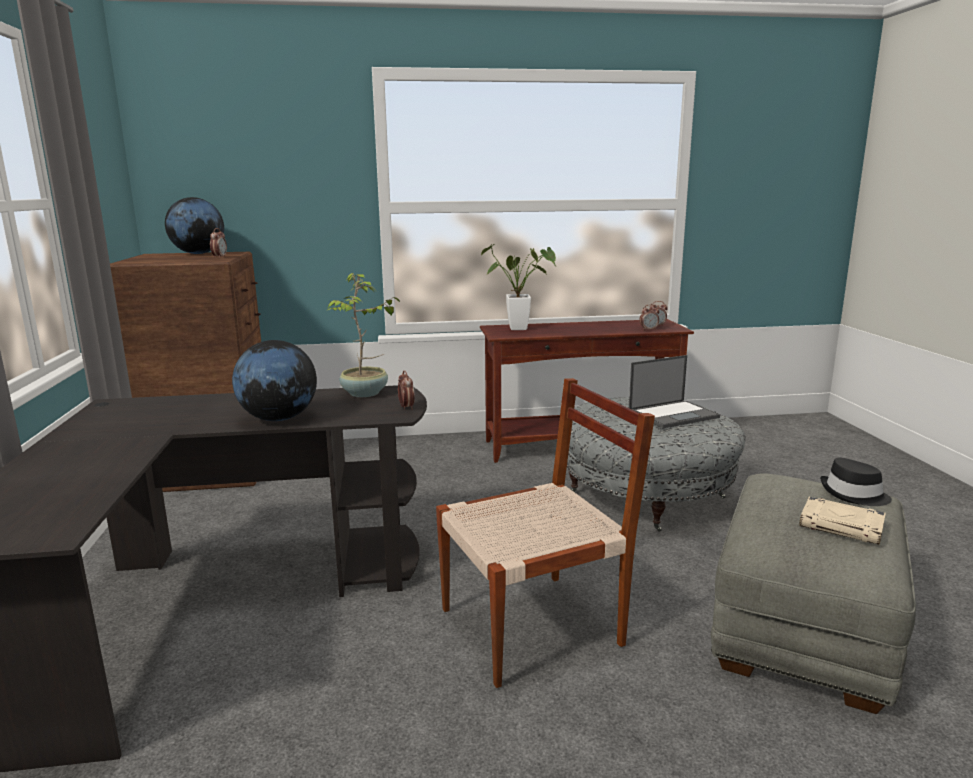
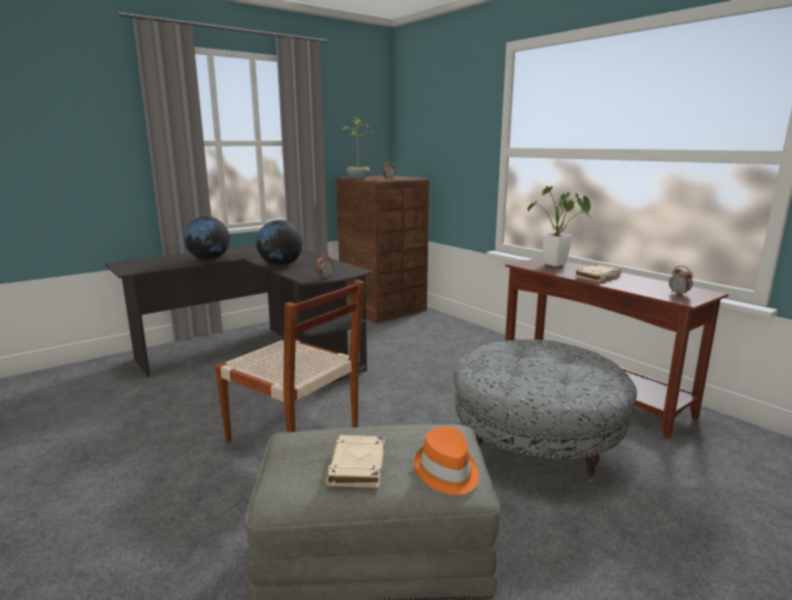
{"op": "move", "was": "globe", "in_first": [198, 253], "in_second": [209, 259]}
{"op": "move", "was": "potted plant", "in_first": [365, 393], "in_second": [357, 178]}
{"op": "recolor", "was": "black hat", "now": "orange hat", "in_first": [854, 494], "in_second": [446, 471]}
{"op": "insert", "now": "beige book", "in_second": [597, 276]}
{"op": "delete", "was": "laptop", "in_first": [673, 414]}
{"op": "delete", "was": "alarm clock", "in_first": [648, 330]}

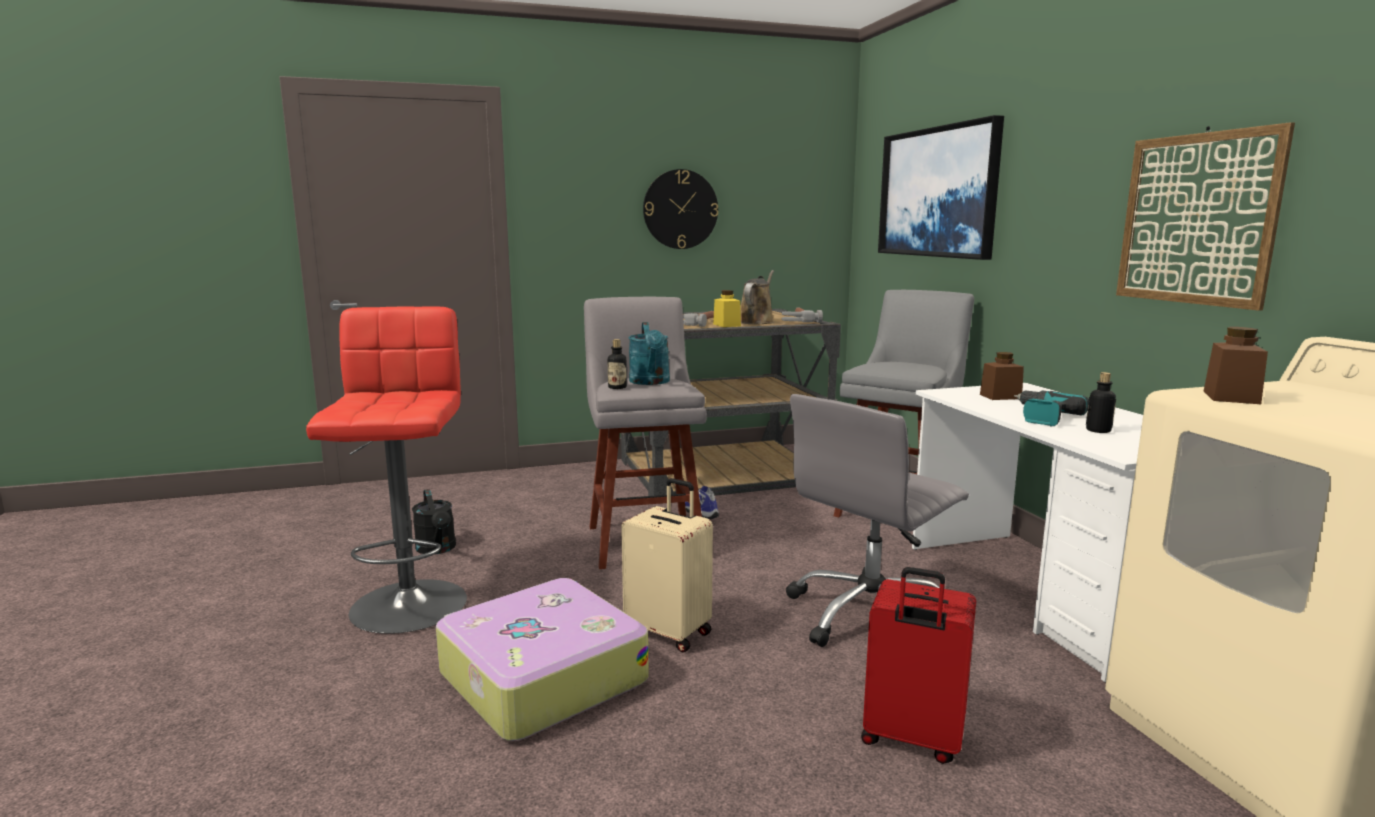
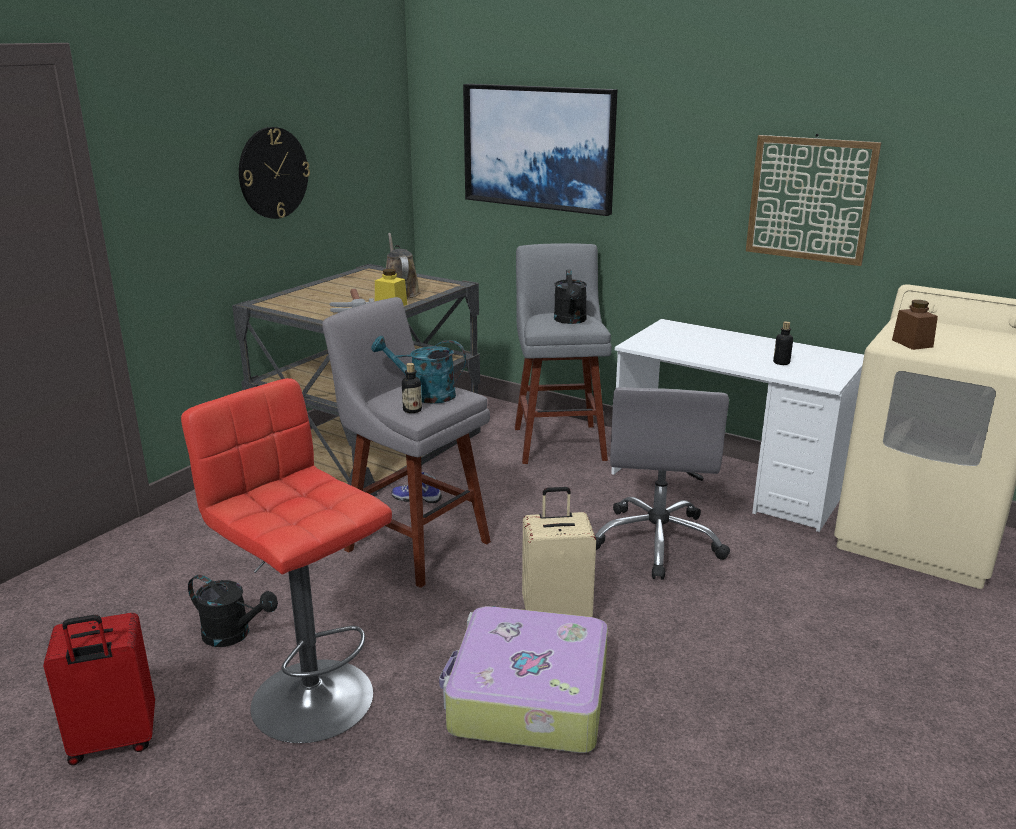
{"op": "move", "was": "red suitcase", "in_first": [911, 739], "in_second": [113, 742]}
{"op": "rotate", "was": "turquoise watering can", "in_first": [650, 382], "in_second": [424, 395], "clockwise": 150}
{"op": "insert", "now": "black watering can", "in_second": [570, 321]}
{"op": "delete", "was": "hammer", "in_first": [797, 320]}
{"op": "delete", "was": "brown jar", "in_first": [1000, 396]}
{"op": "delete", "was": "power drill", "in_first": [1043, 417]}

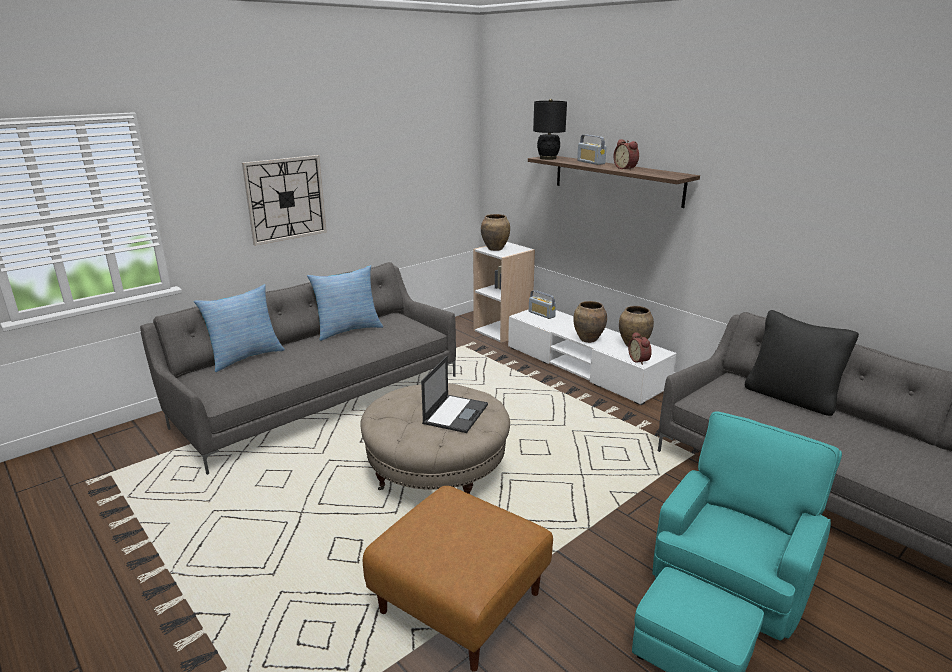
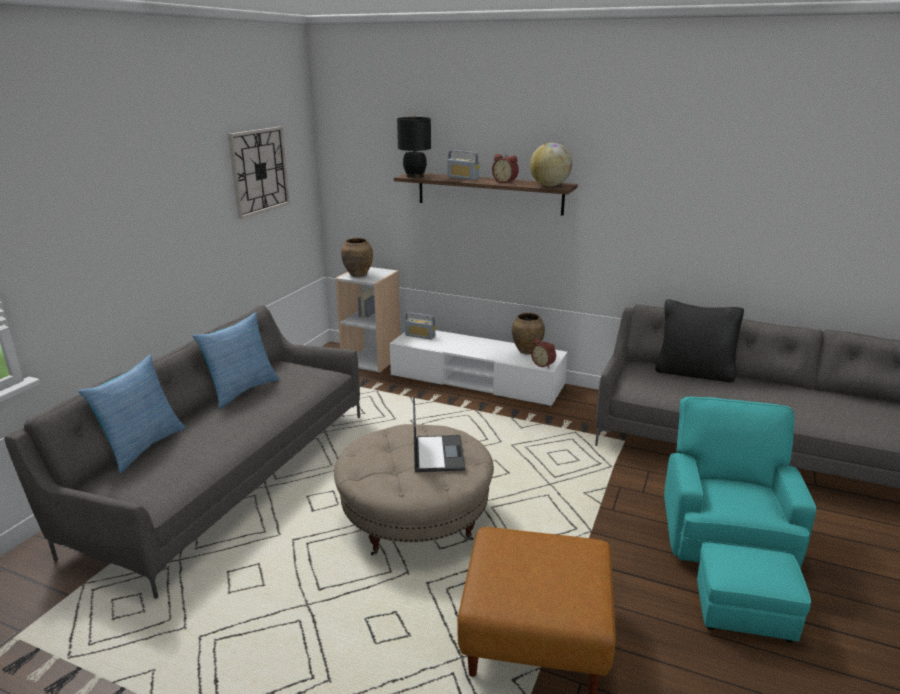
{"op": "move", "was": "wall clock", "in_first": [285, 199], "in_second": [259, 171]}
{"op": "insert", "now": "globe", "in_second": [549, 185]}
{"op": "delete", "was": "brown vase", "in_first": [588, 339]}

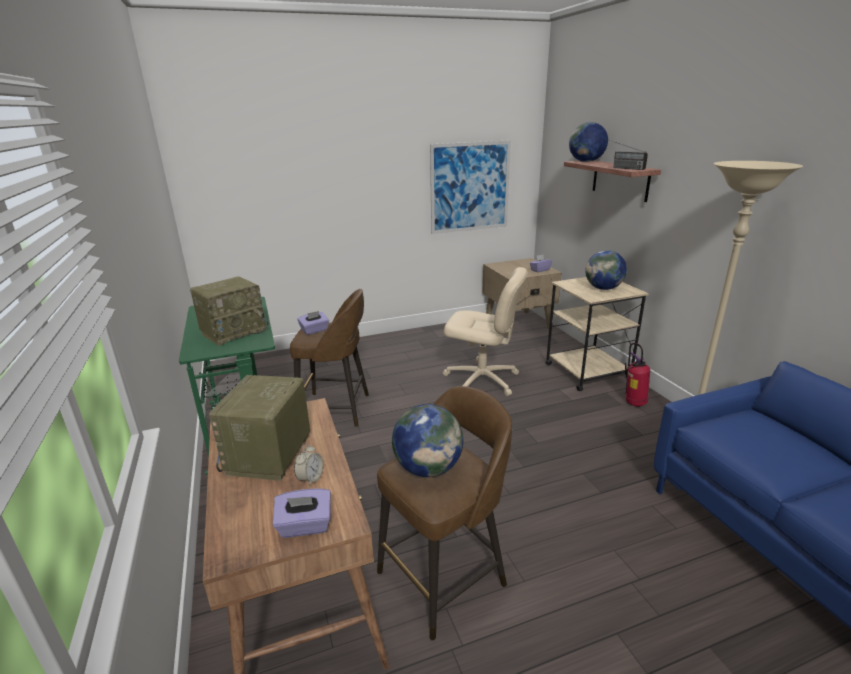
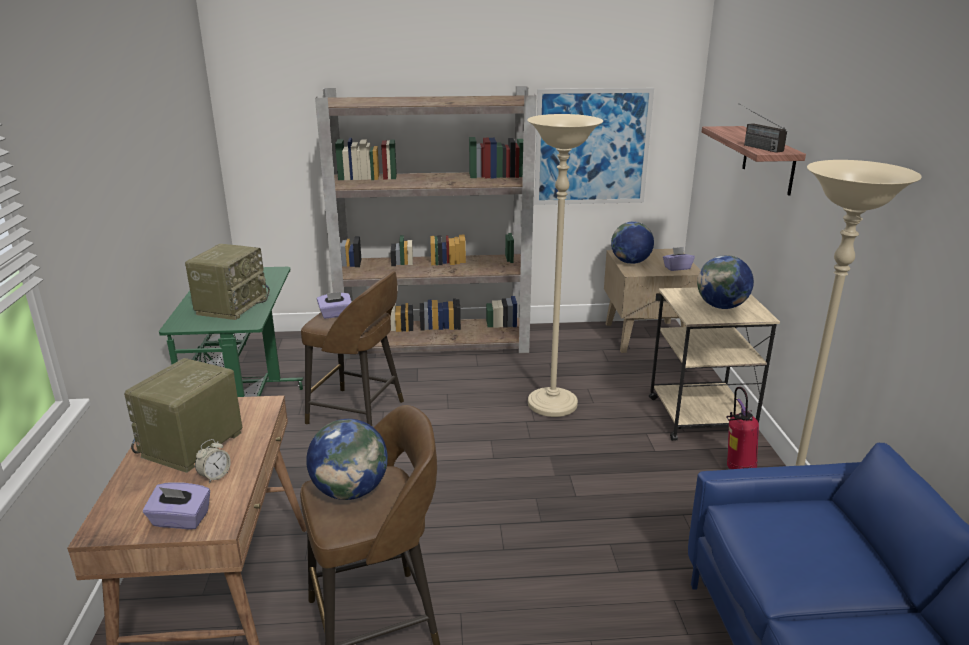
{"op": "rotate", "was": "radio", "in_first": [234, 331], "in_second": [231, 305], "clockwise": -45}
{"op": "insert", "now": "brown bookcase", "in_second": [434, 342]}
{"op": "replace", "was": "beige office chair", "now": "beige floor lamp", "in_first": [482, 380], "in_second": [552, 405]}
{"op": "move", "was": "globe", "in_first": [586, 161], "in_second": [630, 262]}

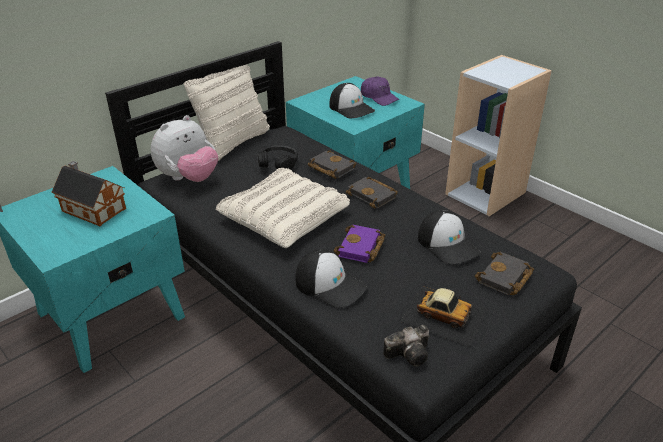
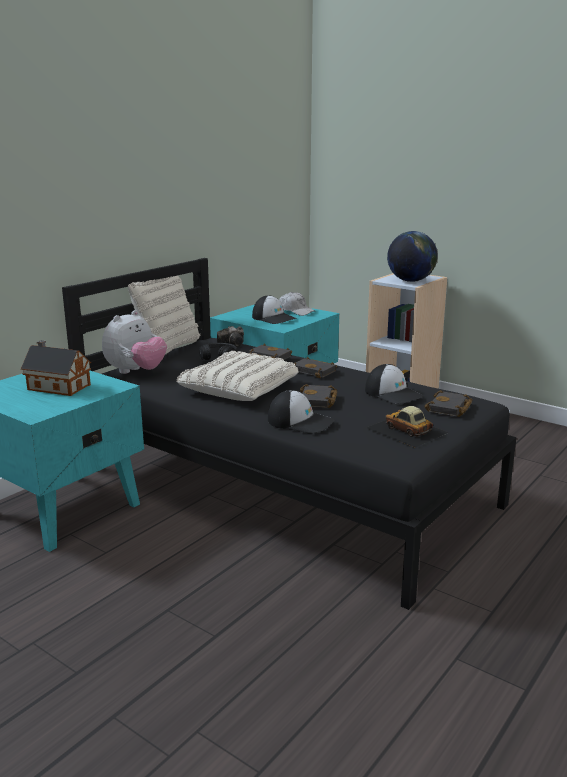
{"op": "move", "was": "photo camera", "in_first": [410, 353], "in_second": [233, 344]}
{"op": "recolor", "was": "purple cap", "now": "white cap", "in_first": [379, 97], "in_second": [296, 311]}
{"op": "recolor", "was": "purple book", "now": "black book", "in_first": [361, 248], "in_second": [318, 401]}
{"op": "rotate", "was": "toy car", "in_first": [444, 314], "in_second": [407, 430], "clockwise": -150}
{"op": "insert", "now": "globe", "in_second": [410, 281]}

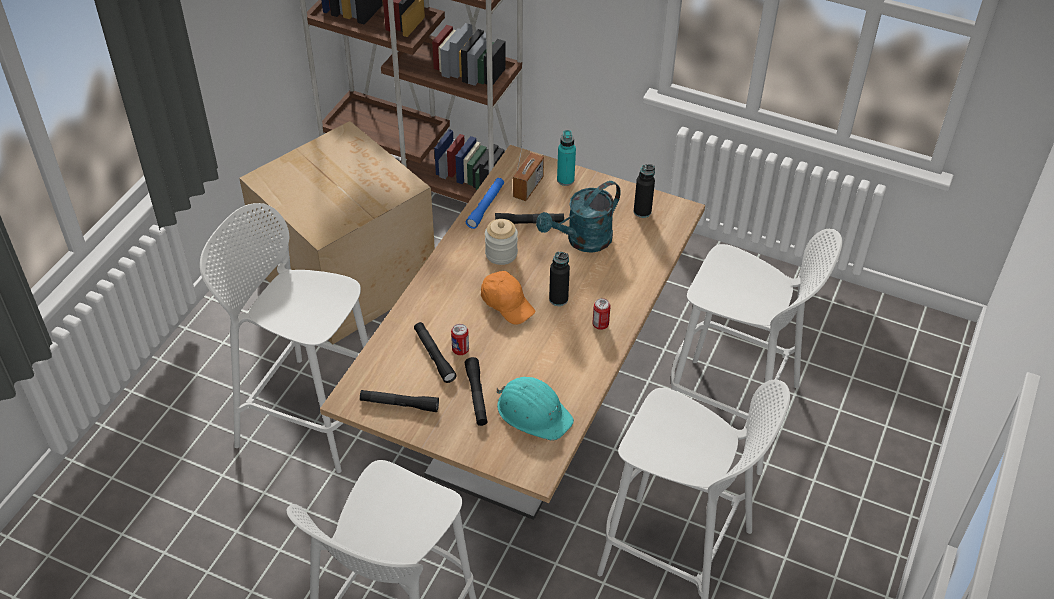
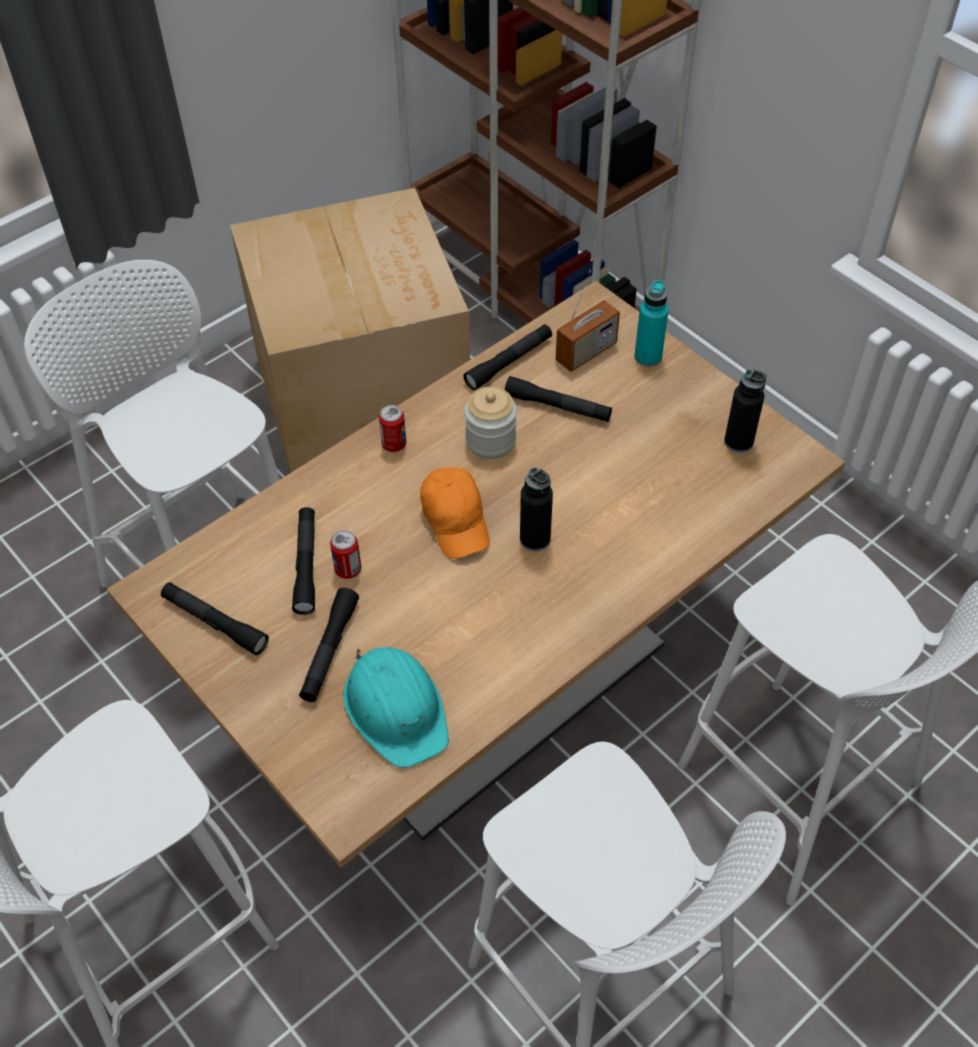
{"op": "move", "was": "can", "in_first": [600, 324], "in_second": [394, 444]}
{"op": "recolor", "was": "blue flashlight", "now": "black flashlight", "in_first": [486, 206], "in_second": [509, 362]}
{"op": "delete", "was": "turquoise watering can", "in_first": [582, 241]}

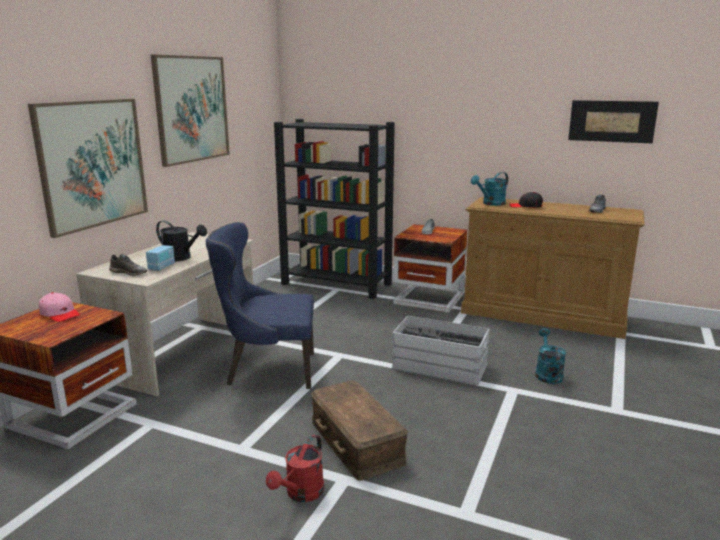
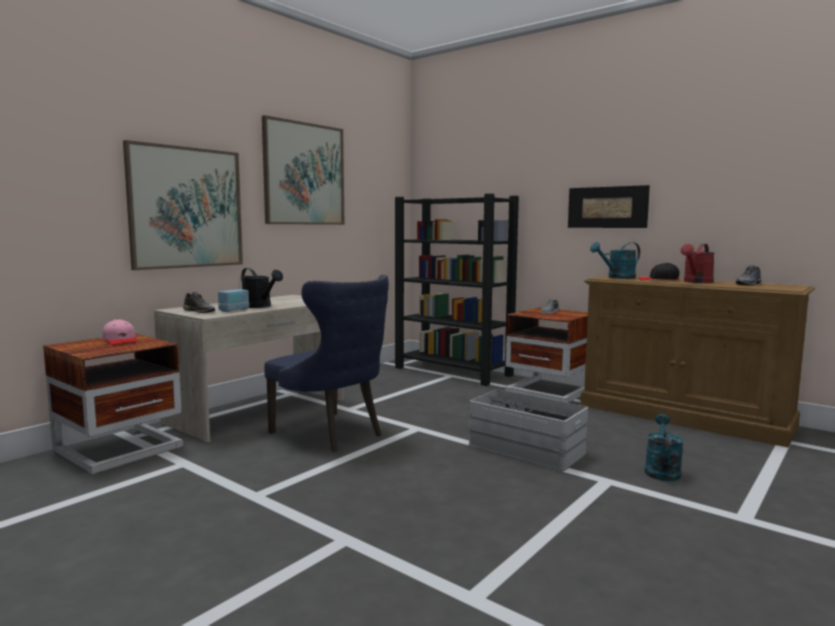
{"op": "rotate", "was": "blue chair", "in_first": [268, 370], "in_second": [332, 433], "clockwise": -150}
{"op": "move", "was": "picture", "in_first": [612, 121], "in_second": [607, 207]}
{"op": "move", "was": "red watering can", "in_first": [301, 494], "in_second": [696, 282]}
{"op": "delete", "was": "brown storage box", "in_first": [357, 441]}

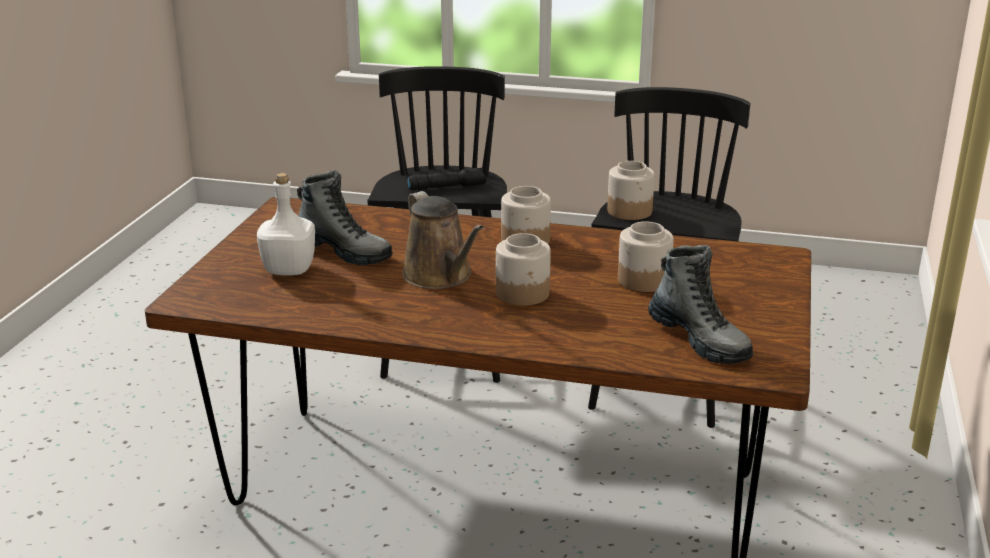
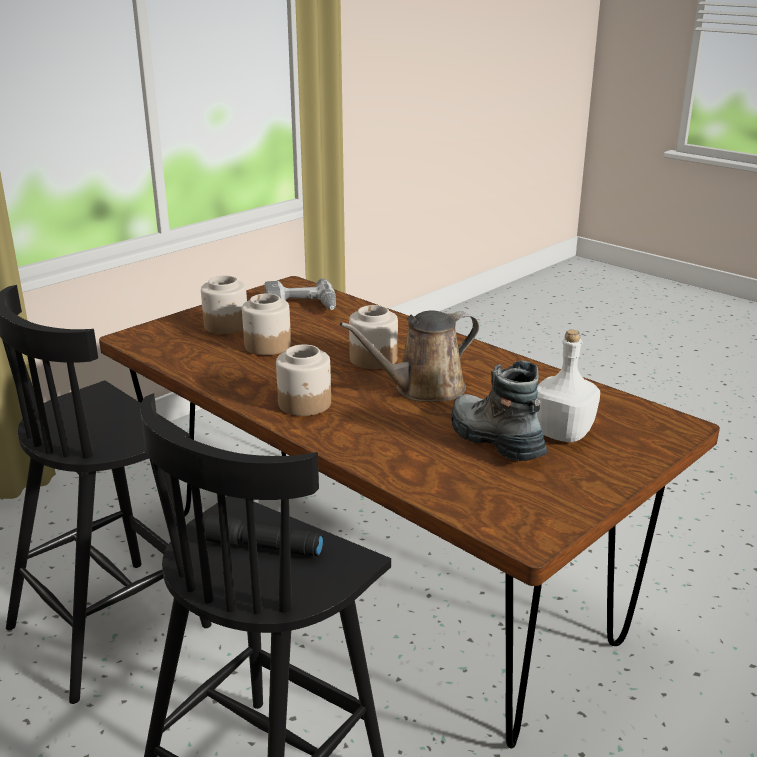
{"op": "move", "was": "jar", "in_first": [630, 211], "in_second": [225, 325]}
{"op": "replace", "was": "boot", "now": "power drill", "in_first": [699, 339], "in_second": [301, 306]}
{"op": "rotate", "was": "brown watering can", "in_first": [440, 277], "in_second": [423, 389], "clockwise": -120}

